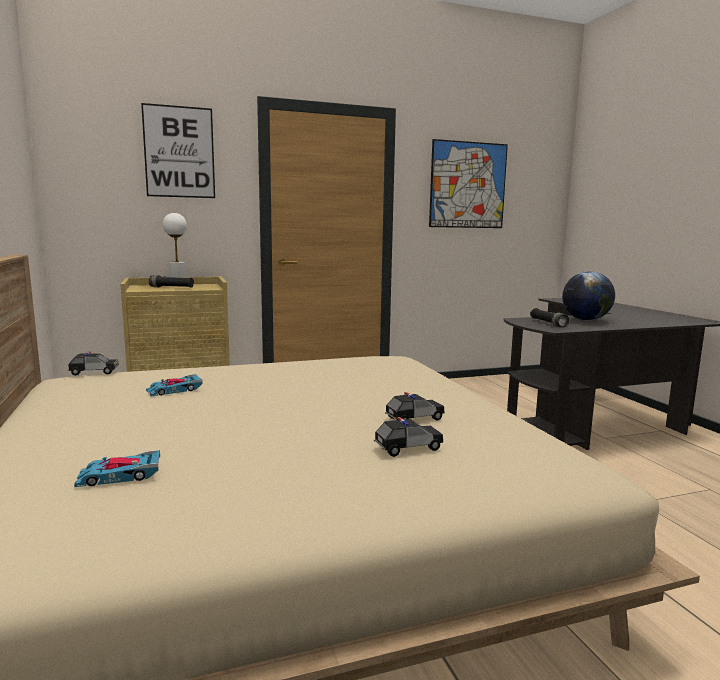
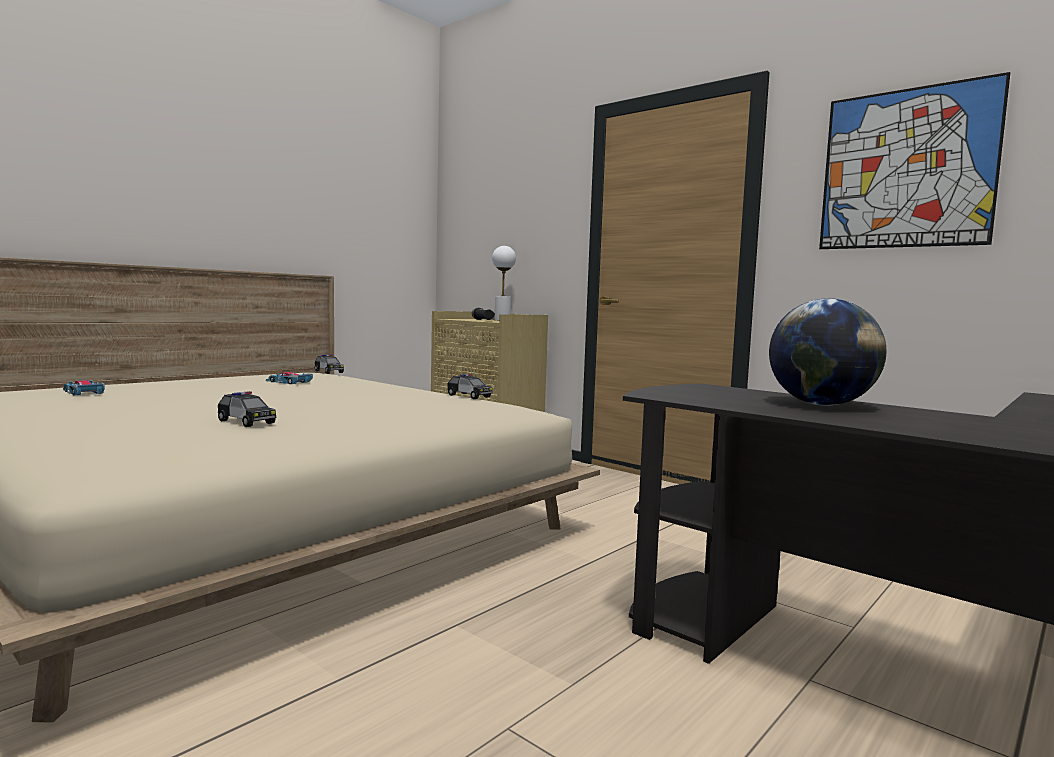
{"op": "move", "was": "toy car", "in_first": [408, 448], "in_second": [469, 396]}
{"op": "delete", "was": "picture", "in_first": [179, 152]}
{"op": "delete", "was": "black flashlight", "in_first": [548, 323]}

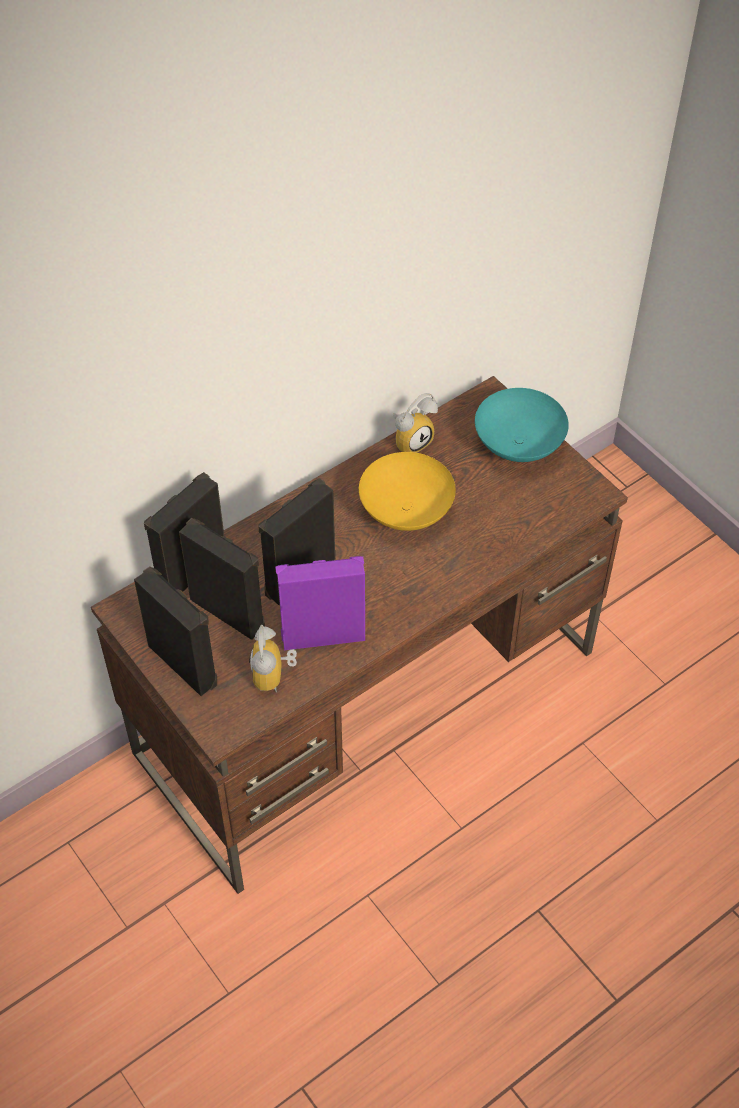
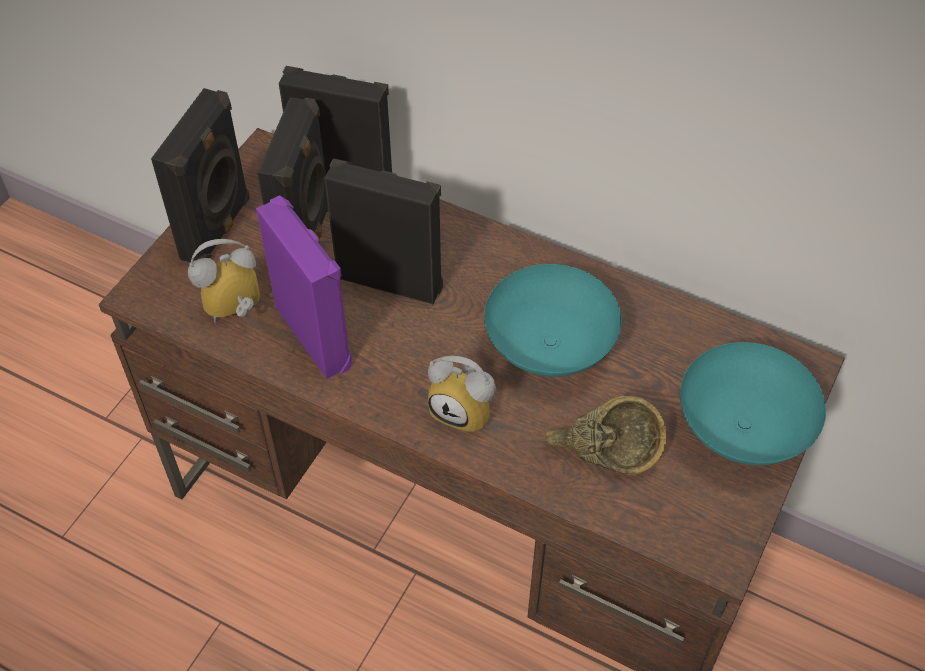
{"op": "move", "was": "alarm clock", "in_first": [411, 440], "in_second": [465, 410]}
{"op": "recolor", "was": "yellow bowl", "now": "turquoise bowl", "in_first": [407, 511], "in_second": [551, 348]}
{"op": "insert", "now": "brown bowl", "in_second": [603, 452]}

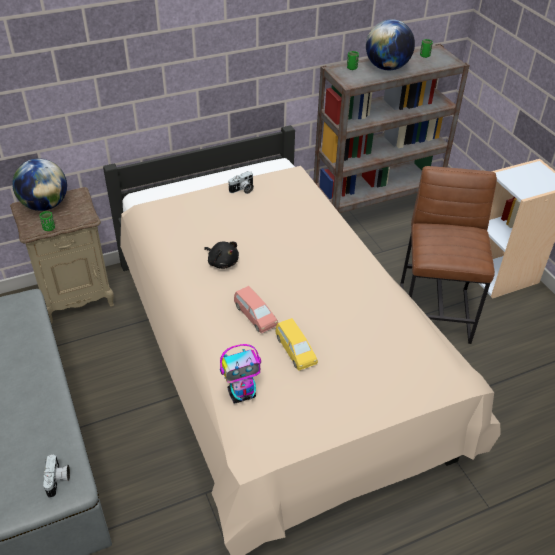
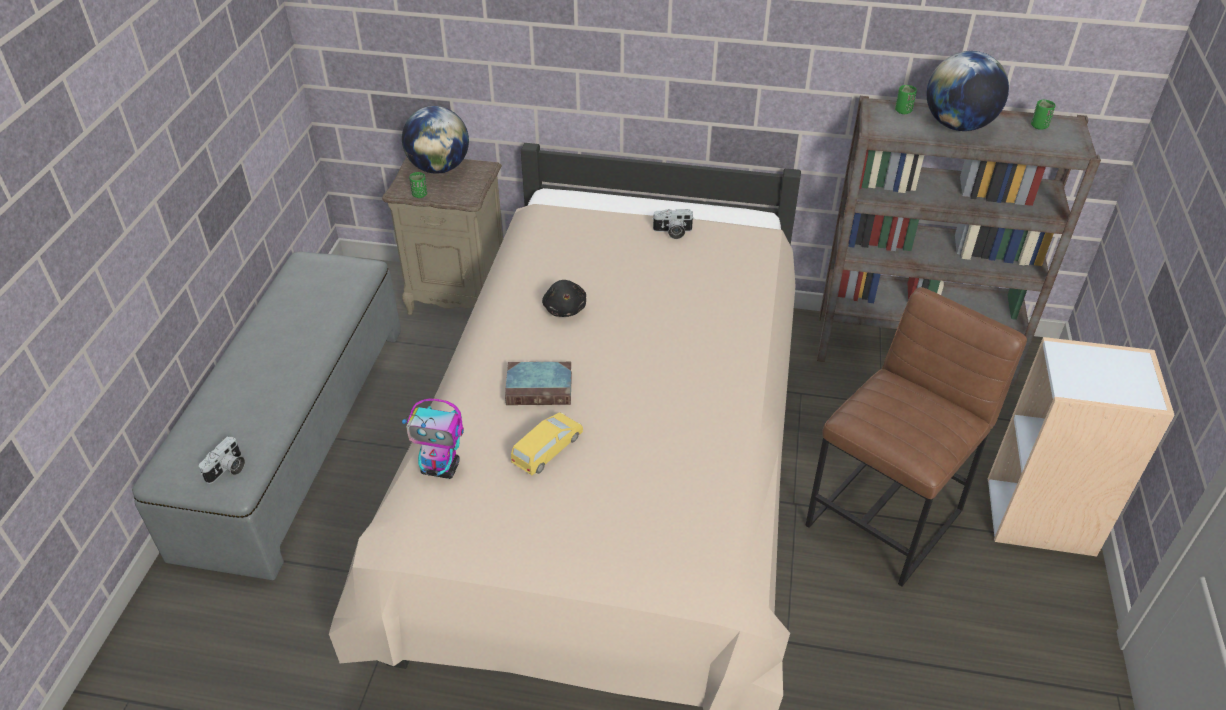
{"op": "replace", "was": "pink toy car", "now": "book", "in_first": [255, 316], "in_second": [541, 387]}
{"op": "rotate", "was": "yellow toy car", "in_first": [295, 350], "in_second": [547, 450], "clockwise": -150}

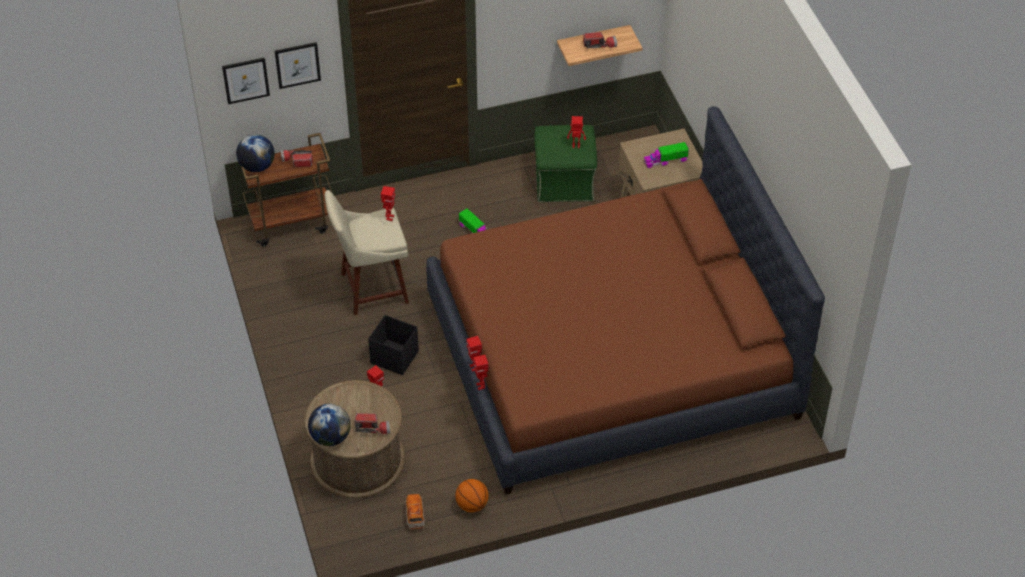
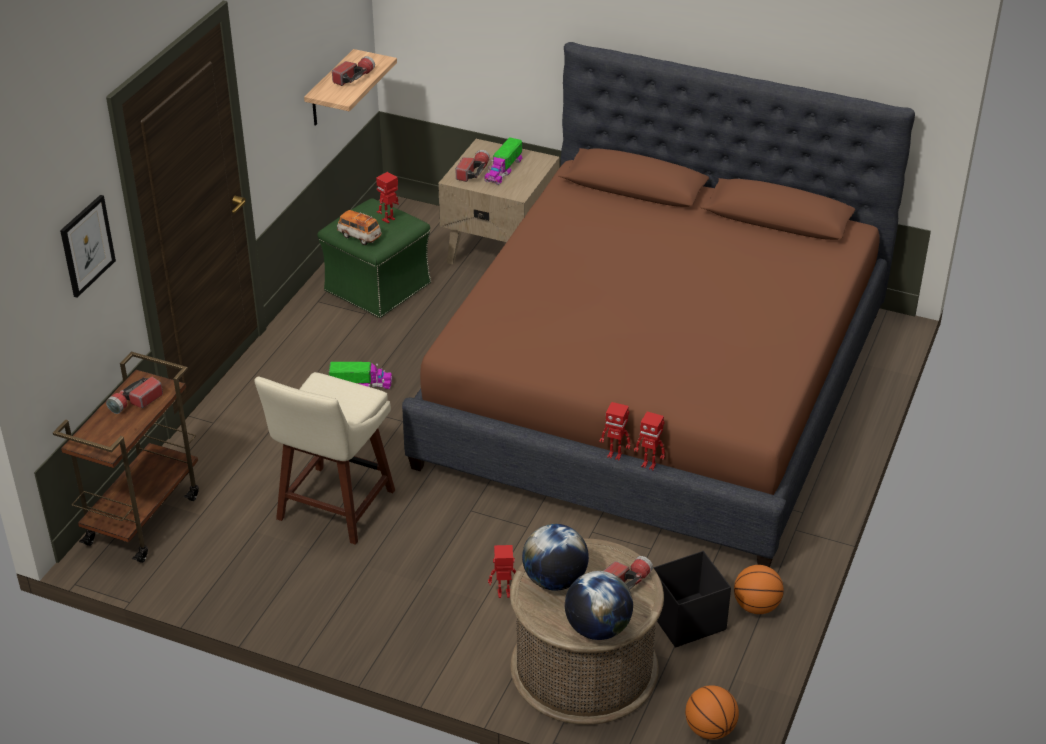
{"op": "move", "was": "toy car", "in_first": [415, 516], "in_second": [359, 236]}
{"op": "insert", "now": "flashlight", "in_second": [473, 172]}
{"op": "move", "was": "globe", "in_first": [257, 166], "in_second": [555, 580]}
{"op": "move", "was": "black storage box", "in_first": [394, 357], "in_second": [686, 620]}
{"op": "insert", "now": "basketball", "in_second": [710, 729]}
{"op": "delete", "was": "picture", "in_first": [246, 80]}
{"op": "delete", "was": "toy robot", "in_first": [389, 217]}

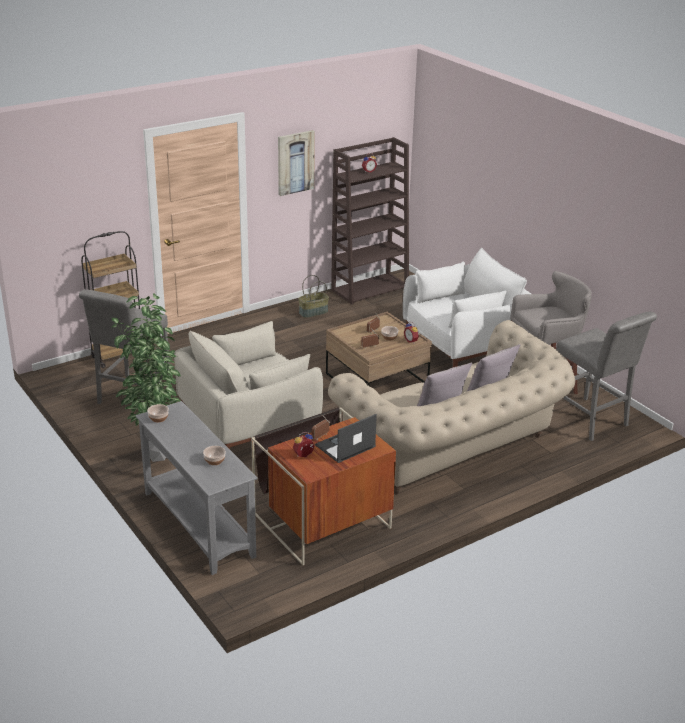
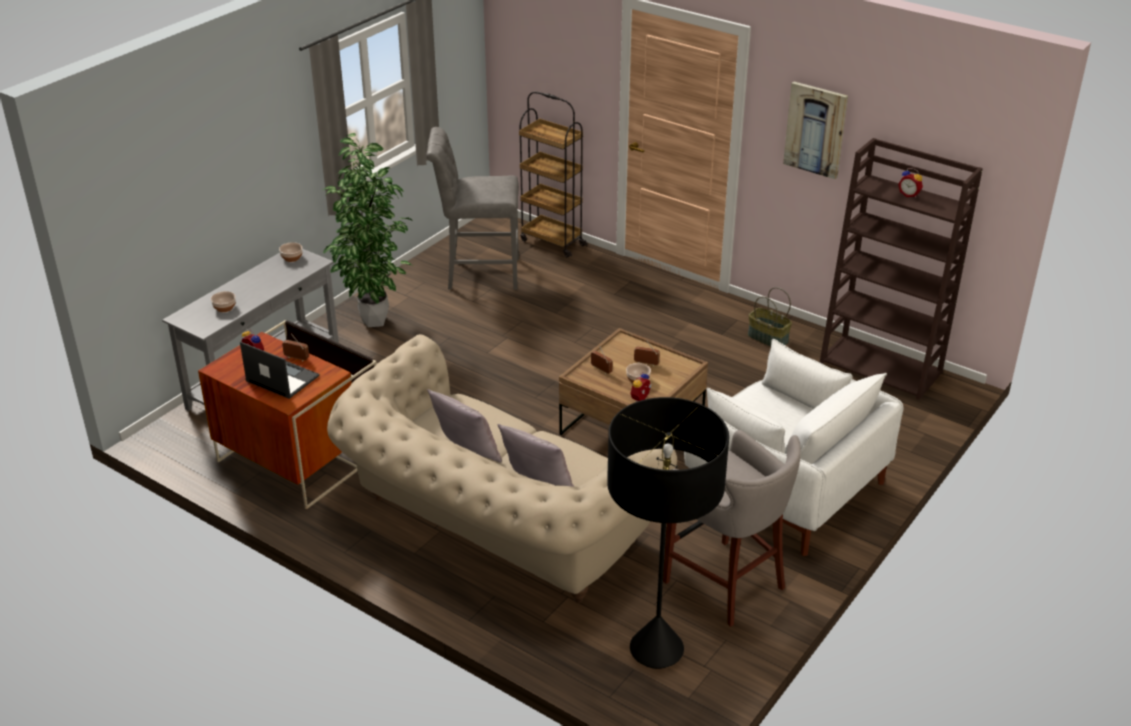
{"op": "replace", "was": "grey stool", "now": "black floor lamp", "in_first": [591, 421], "in_second": [656, 653]}
{"op": "delete", "was": "beige armchair", "in_first": [249, 424]}

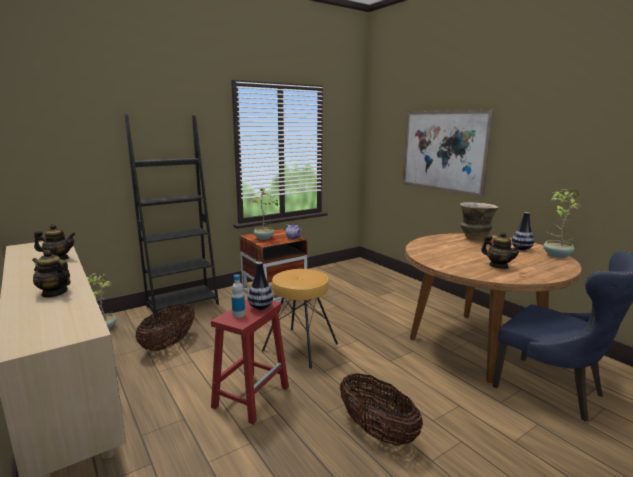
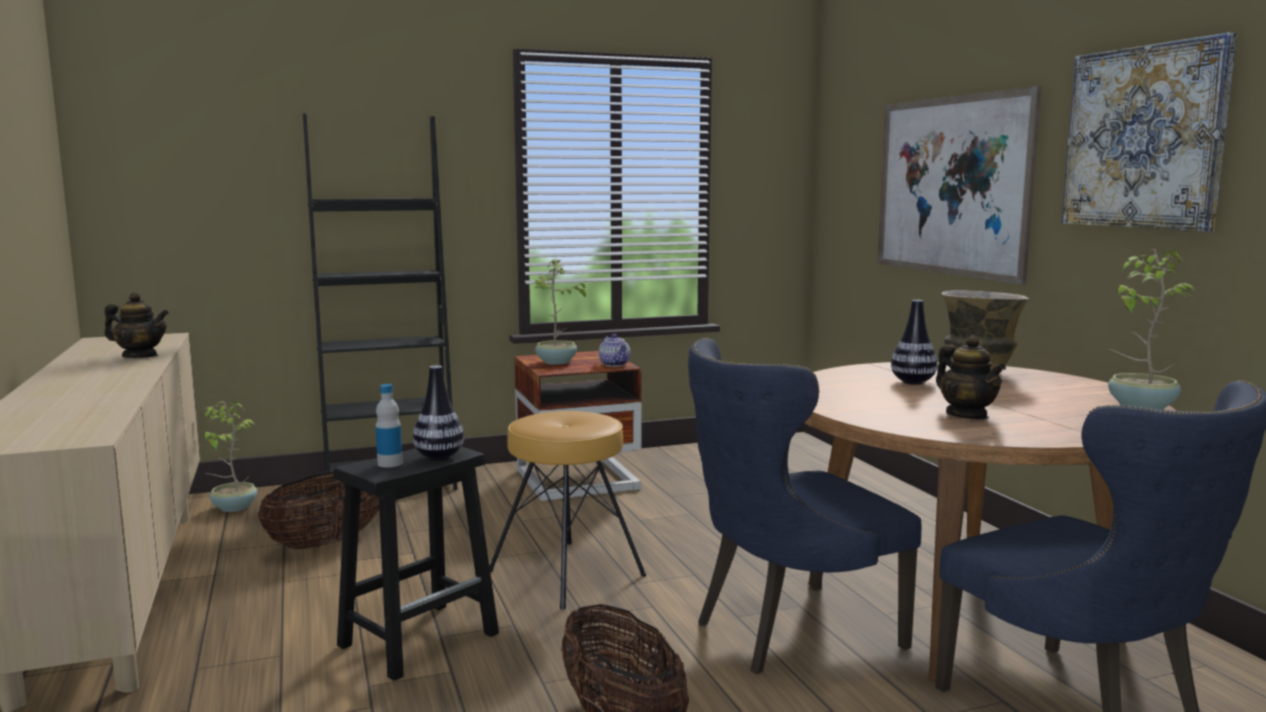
{"op": "recolor", "was": "red stool", "now": "black stool", "in_first": [251, 396], "in_second": [420, 638]}
{"op": "insert", "now": "blue chair", "in_second": [788, 632]}
{"op": "move", "was": "vase", "in_first": [521, 249], "in_second": [912, 382]}
{"op": "insert", "now": "picture", "in_second": [1144, 137]}
{"op": "delete", "was": "teapot", "in_first": [54, 293]}

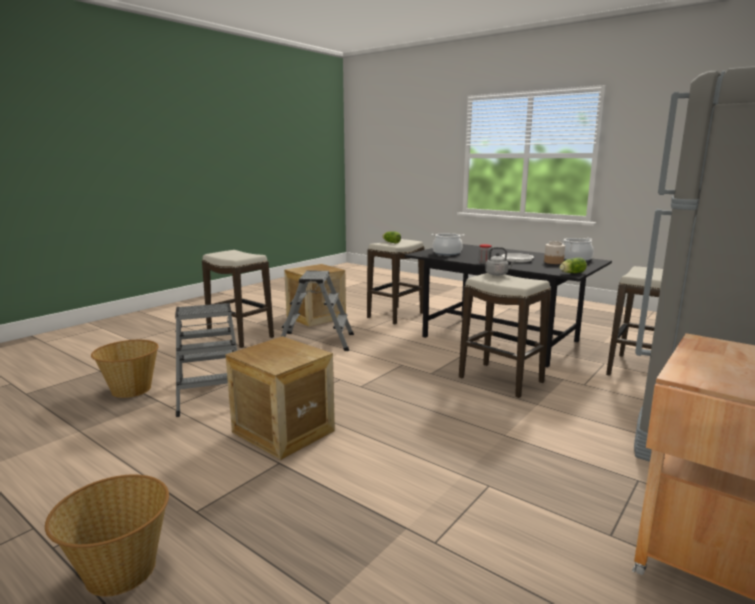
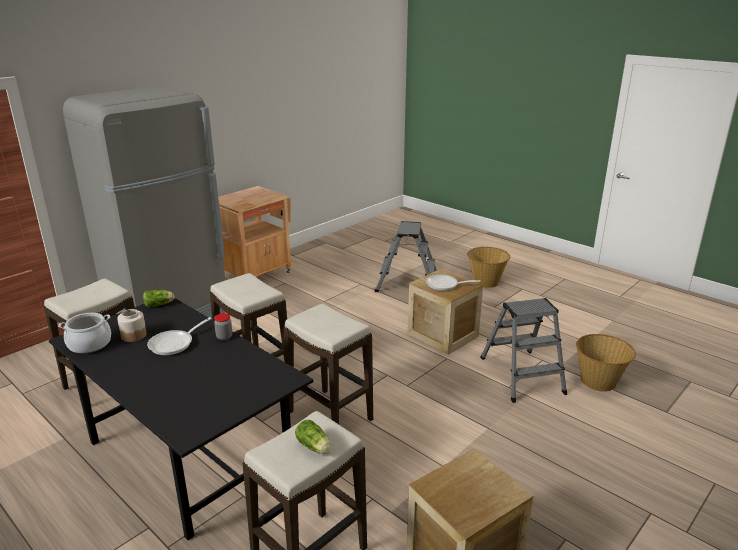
{"op": "move", "was": "stool", "in_first": [240, 337], "in_second": [330, 416]}
{"op": "move", "was": "grey step ladder", "in_first": [316, 341], "in_second": [407, 284]}
{"op": "insert", "now": "frying pan", "in_second": [445, 285]}
{"op": "delete", "was": "cooking pot", "in_first": [447, 253]}
{"op": "delete", "was": "grey kettle", "in_first": [497, 274]}

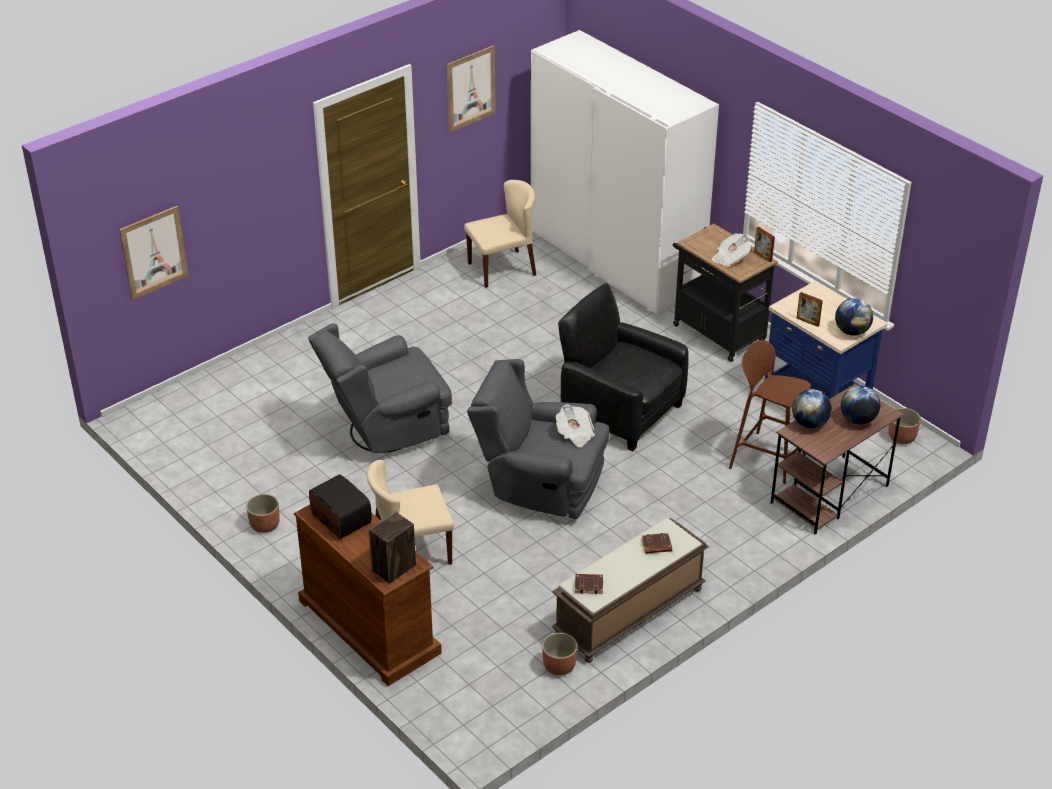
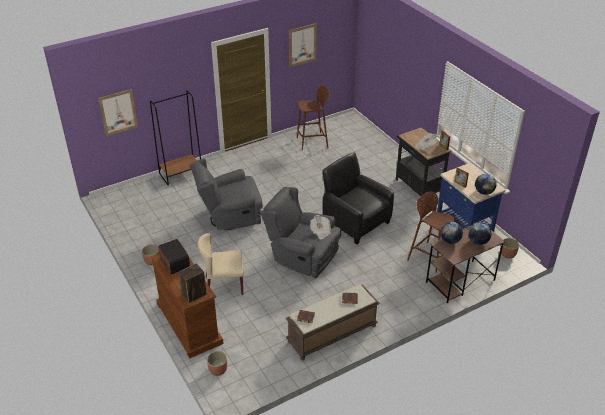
{"op": "insert", "now": "clothes rack", "in_second": [181, 174]}
{"op": "move", "was": "planter", "in_first": [559, 666], "in_second": [218, 369]}
{"op": "replace", "was": "beige chair", "now": "brown stool", "in_first": [502, 268], "in_second": [313, 141]}
{"op": "delete", "was": "white wardrobe", "in_first": [615, 261]}

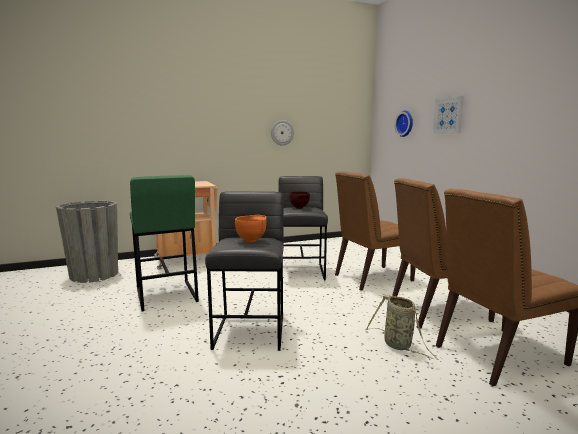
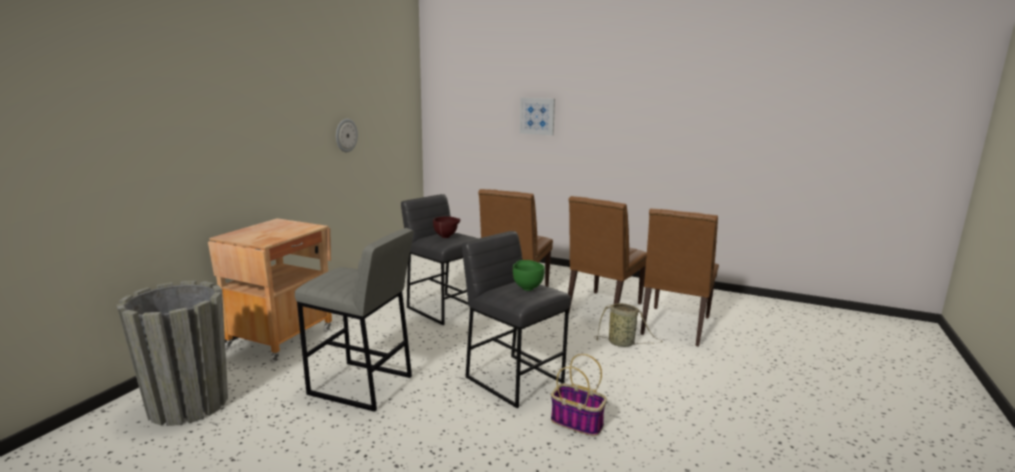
{"op": "recolor", "was": "green stool", "now": "grey stool", "in_first": [166, 296], "in_second": [362, 385]}
{"op": "recolor", "was": "orange bowl", "now": "green bowl", "in_first": [252, 240], "in_second": [527, 288]}
{"op": "insert", "now": "basket", "in_second": [578, 422]}
{"op": "delete", "was": "wall clock", "in_first": [405, 123]}

